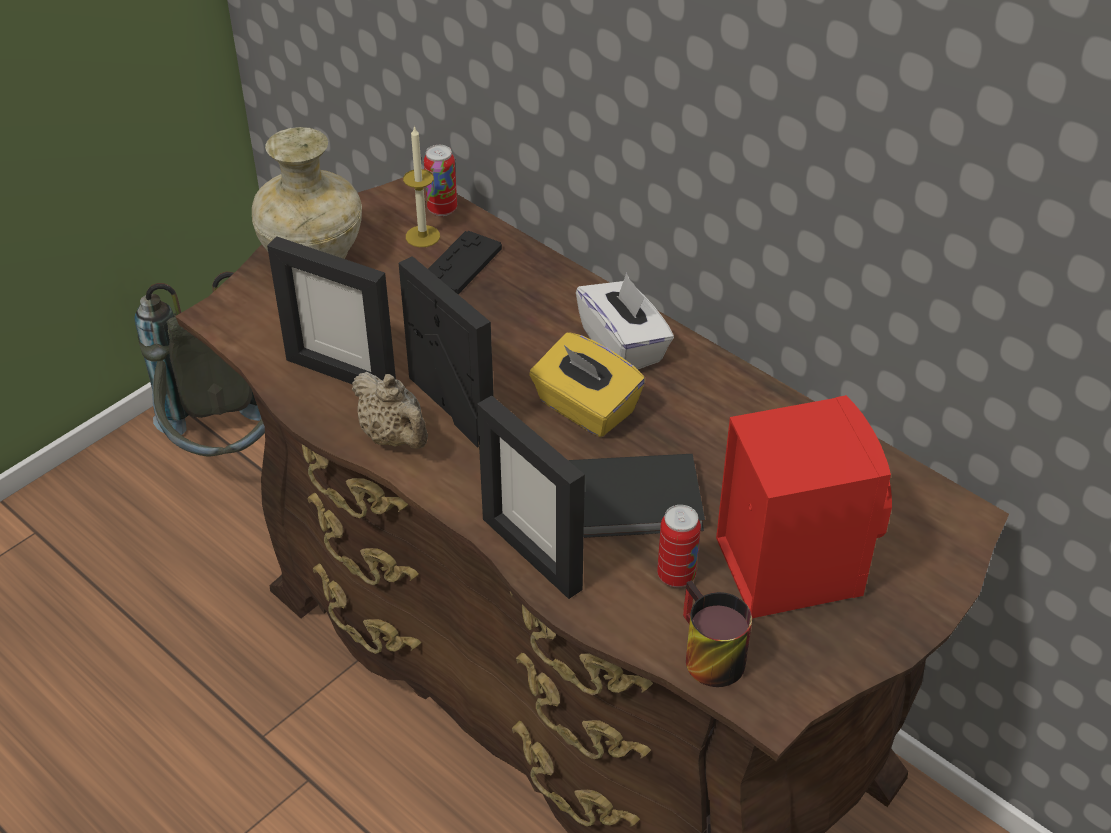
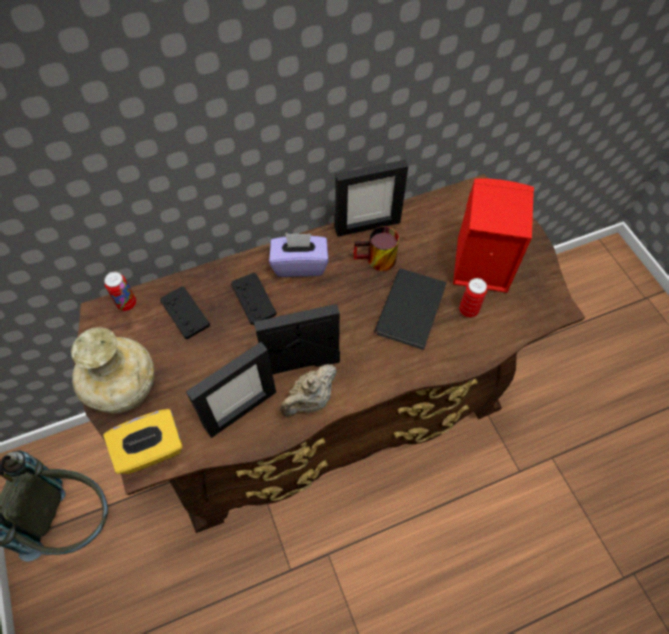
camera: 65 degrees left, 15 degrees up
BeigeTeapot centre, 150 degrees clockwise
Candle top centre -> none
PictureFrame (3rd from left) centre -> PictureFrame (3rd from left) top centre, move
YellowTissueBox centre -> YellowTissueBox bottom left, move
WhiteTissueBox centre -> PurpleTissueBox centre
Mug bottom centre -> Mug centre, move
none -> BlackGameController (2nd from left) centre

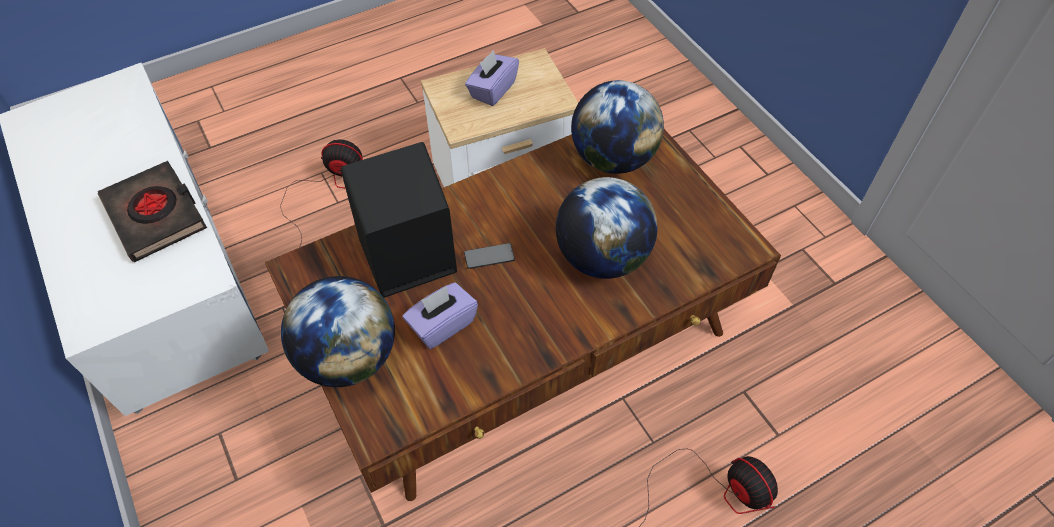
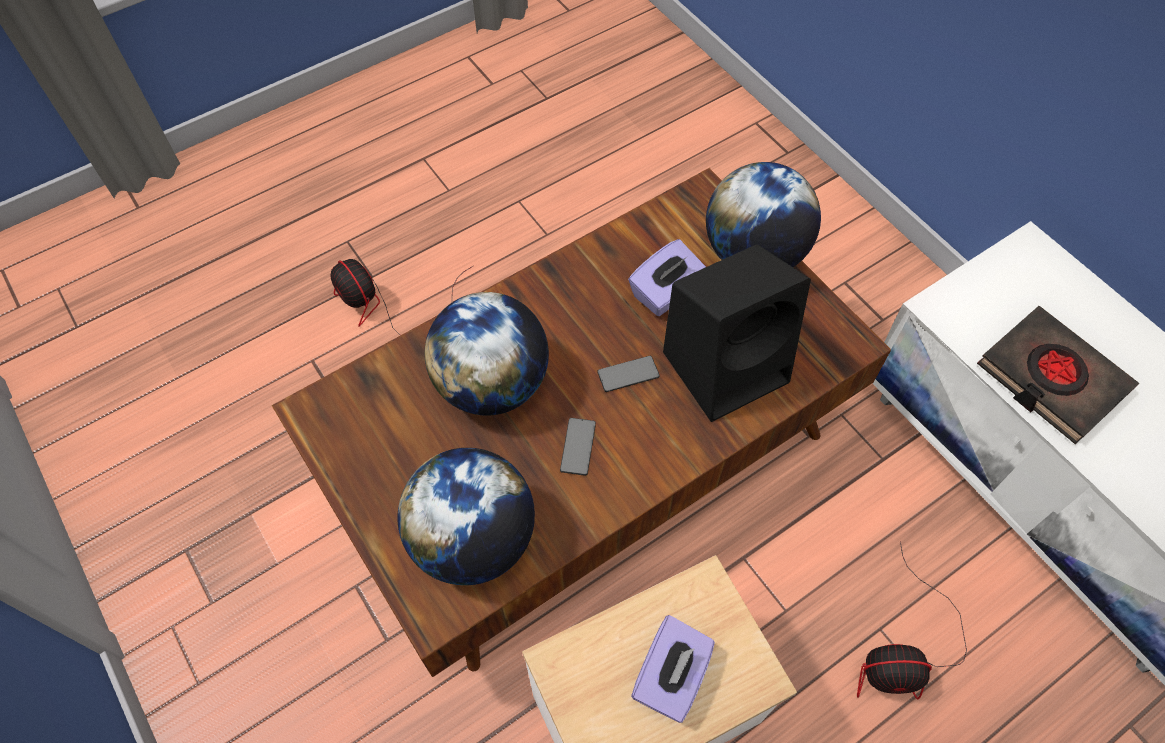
camera: 175 degrees right, 5 degrees up
none -> Phone (1st from left) centre

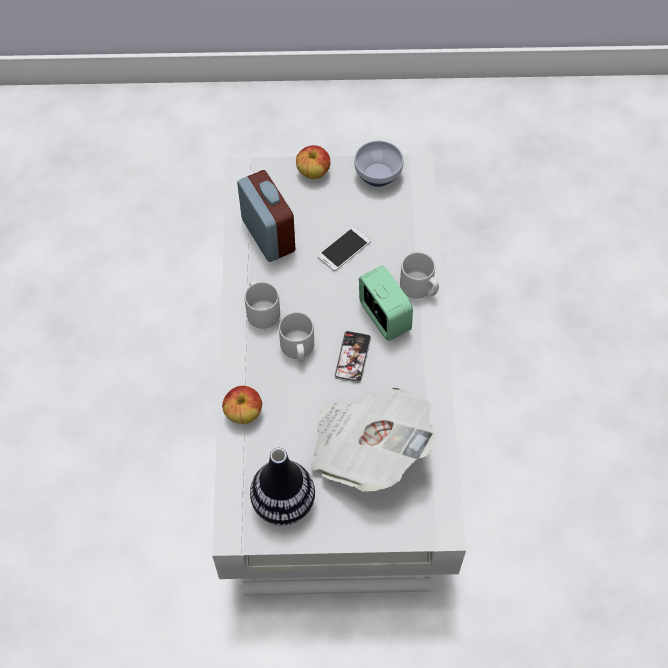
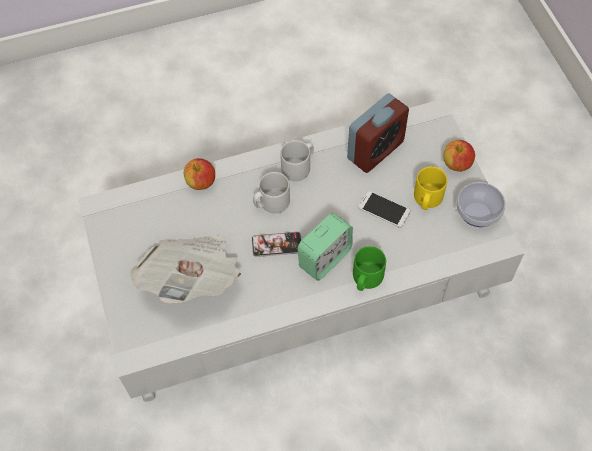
camera: 75 degrees right, 0 degrees up
Vase bottom centre -> none
GreyMug (3rd from left) centre -> GreenMug centre
none -> YellowMug middle right

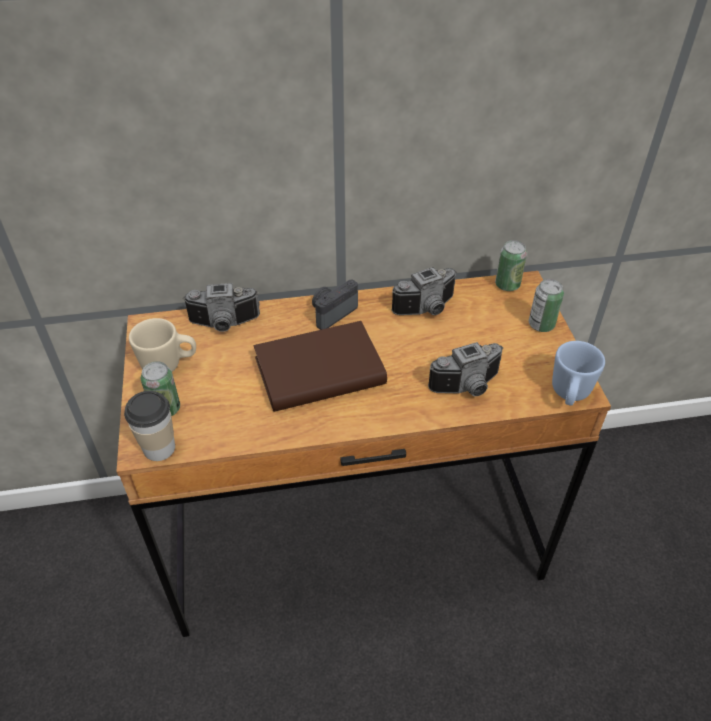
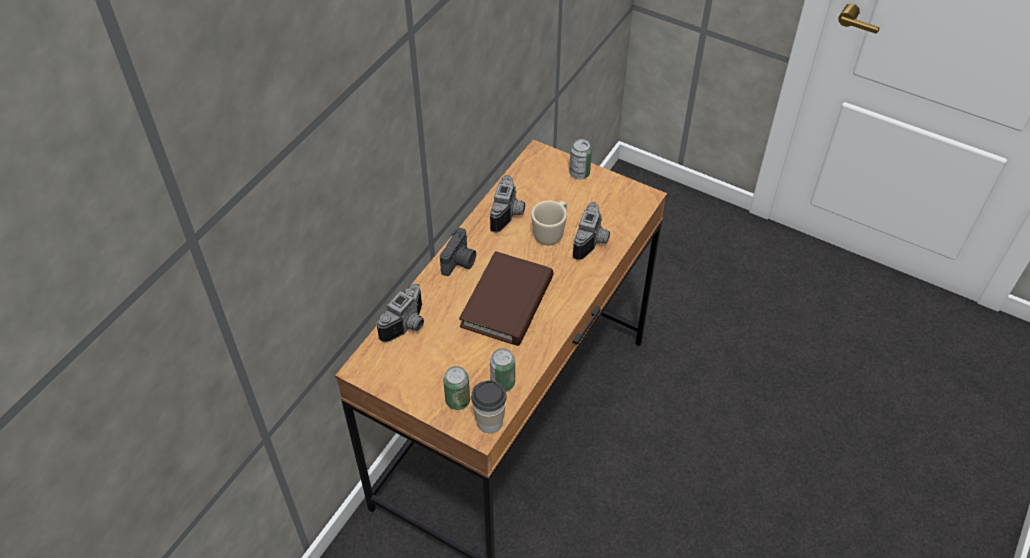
camera: 50 degrees left, 5 degrees up
BeigeMug middle left -> BeigeMug centre, move
PhotoCamera (2nd from left) centre, 150 degrees counterclockwise
Can (2nd from left) middle right -> Can (2nd from left) centre, move
BlueMug middle right -> none

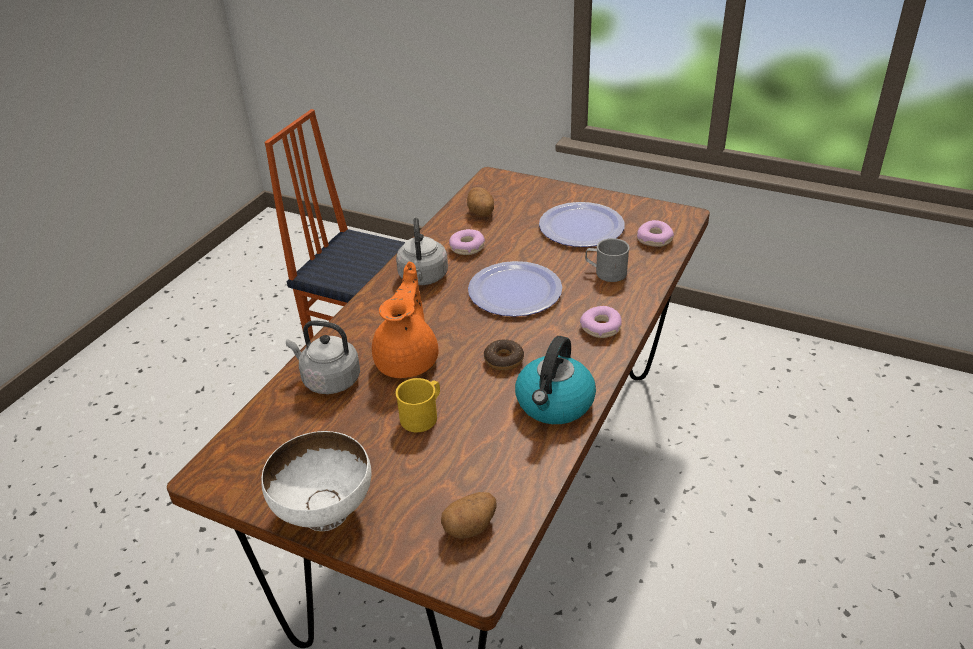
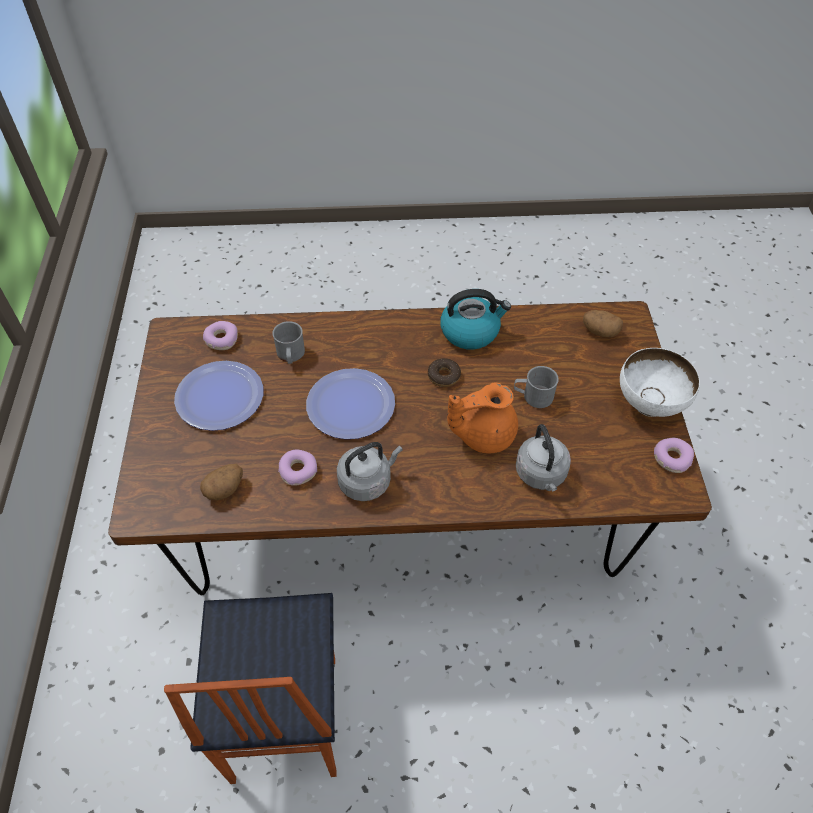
camera: 120 degrees left, 15 degrees up
YellowMug centre -> GreyMug (2nd from left) centre
Donut (3rd from left in the first image) centre -> Donut (4th from left) middle right, move

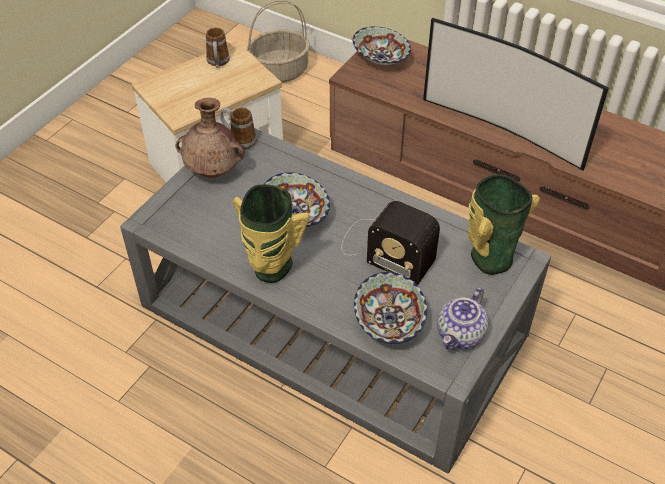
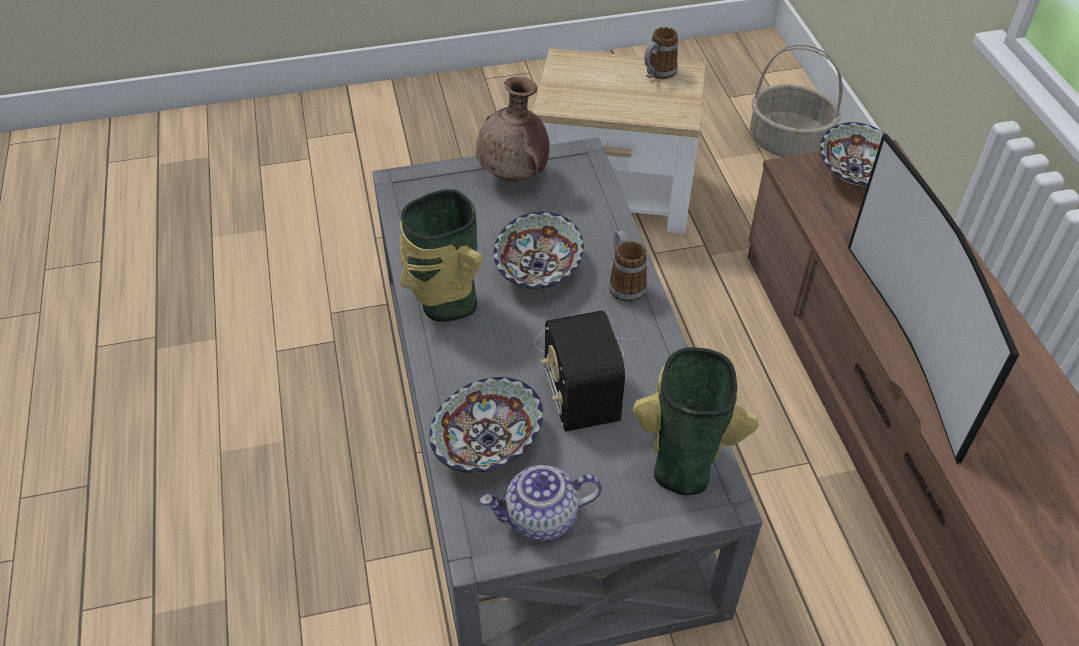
camera: 45 degrees right, 0 degrees up
Mug (2nd from left in the first image) top centre -> Mug (1st from left) centre, move

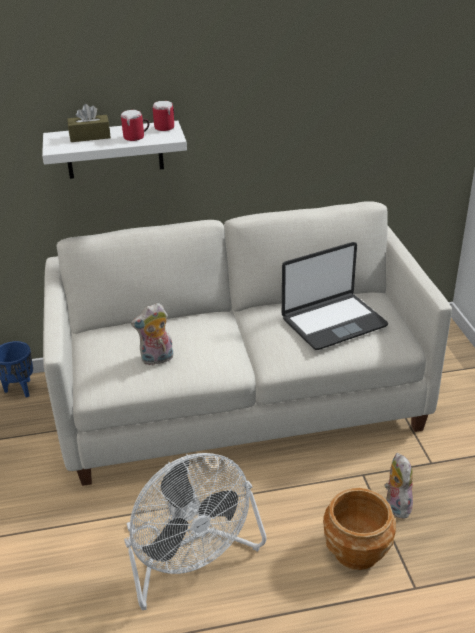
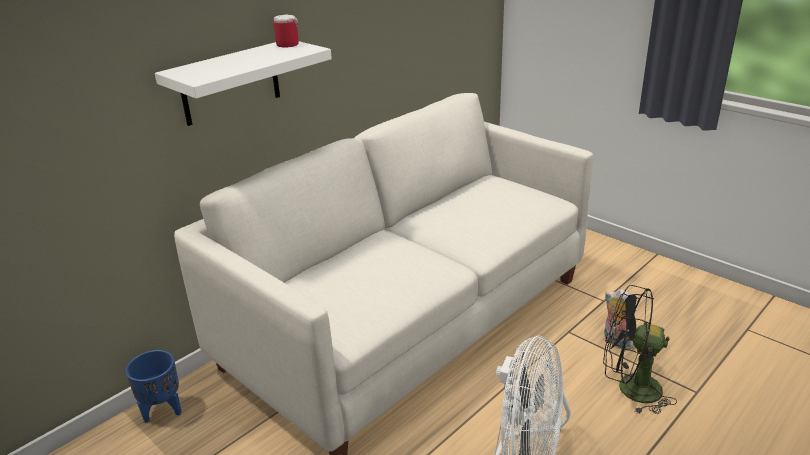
camera: 35 degrees left, 5 degrees down
BrownTissueBox top left -> none
Mug (1st from left) top left -> none
PlushToy (1st from left) middle left -> none
Laptop middle right -> none
BrownPlanter bottom right -> BlackFan bottom right

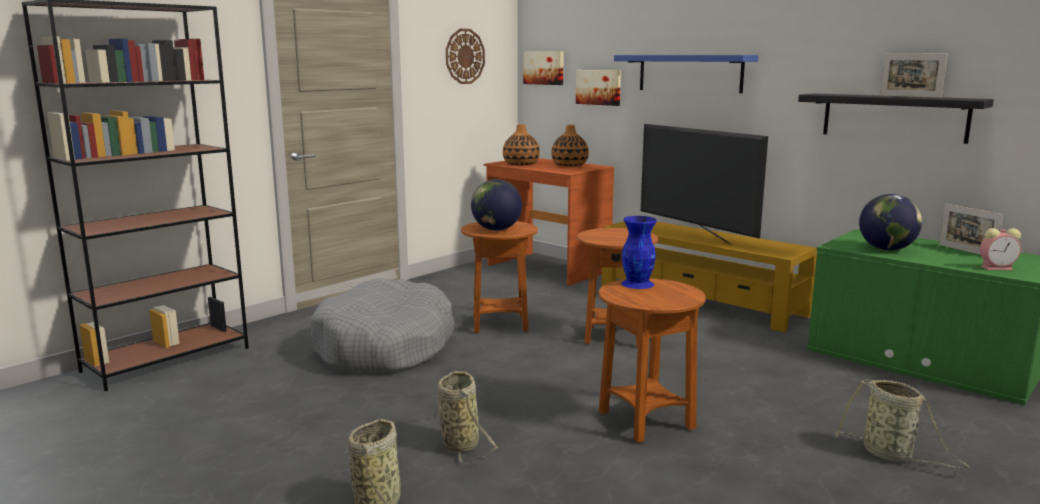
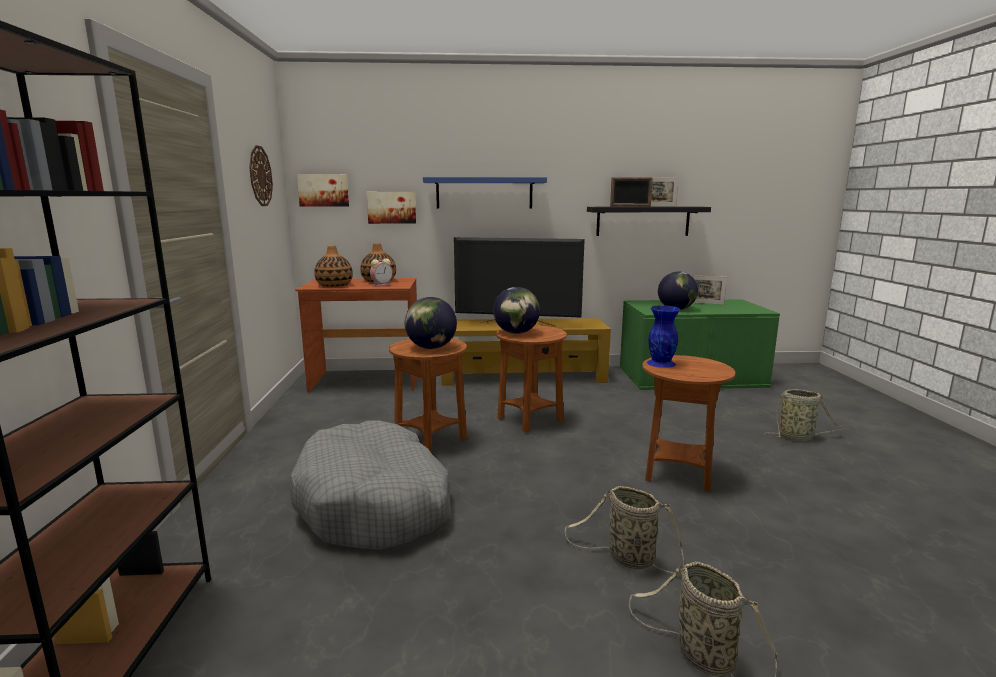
camera: 45 degrees left, 0 degrees up
AlarmClock middle right -> AlarmClock centre, move
none -> Globe (2nd from left) centre
none -> PictureFrame (1st from left) top centre

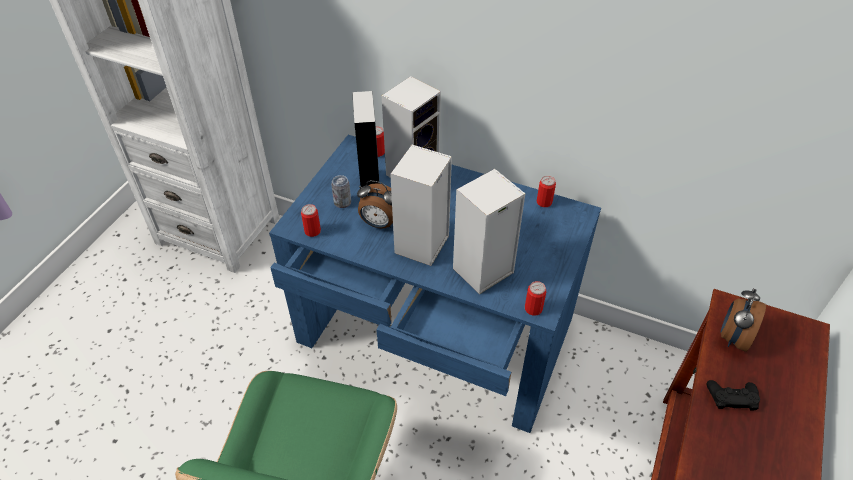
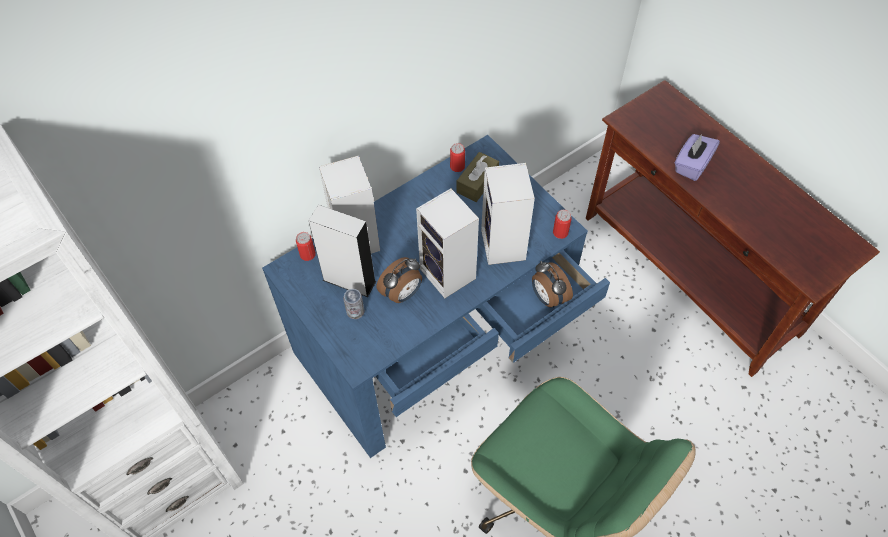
camera: 60 degrees left, 10 degrees up
Can (1st from left) centre -> none
BlackGameController bottom right -> PurpleTissueBox top right
AlarmClock (2nd from left) bottom right -> AlarmClock (2nd from left) centre, move
none -> BrownTissueBox top centre

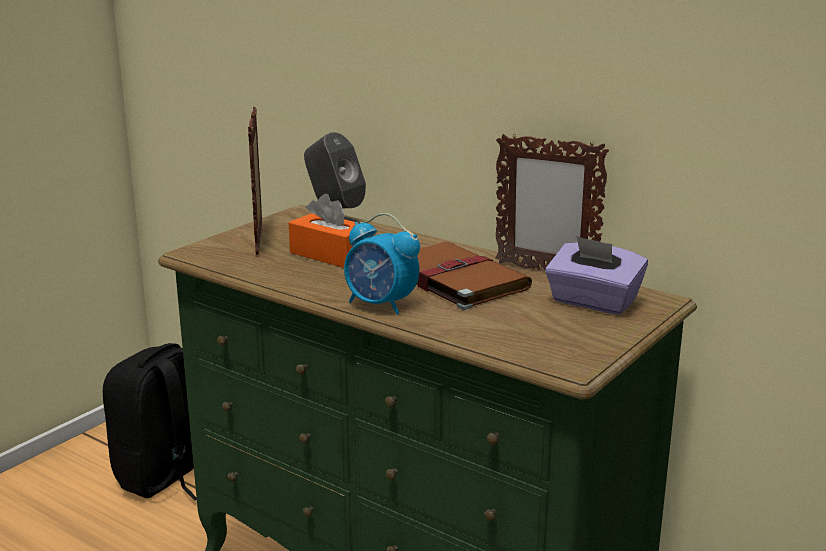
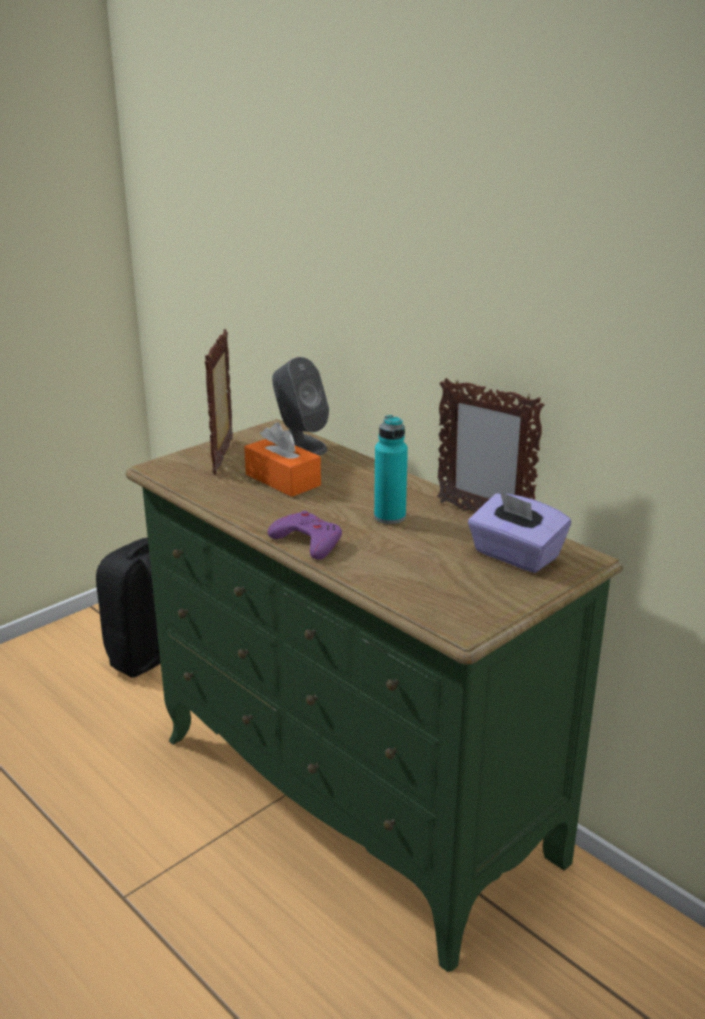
camera: 10 degrees right, 5 degrees up
AlarmClock centre -> PurpleGameController centre
BrownBook centre -> TurquoiseBottle centre

